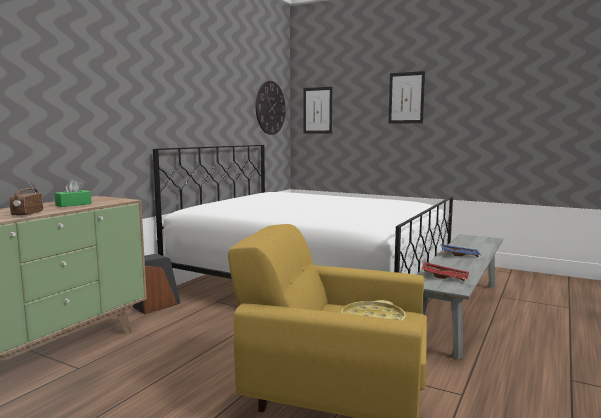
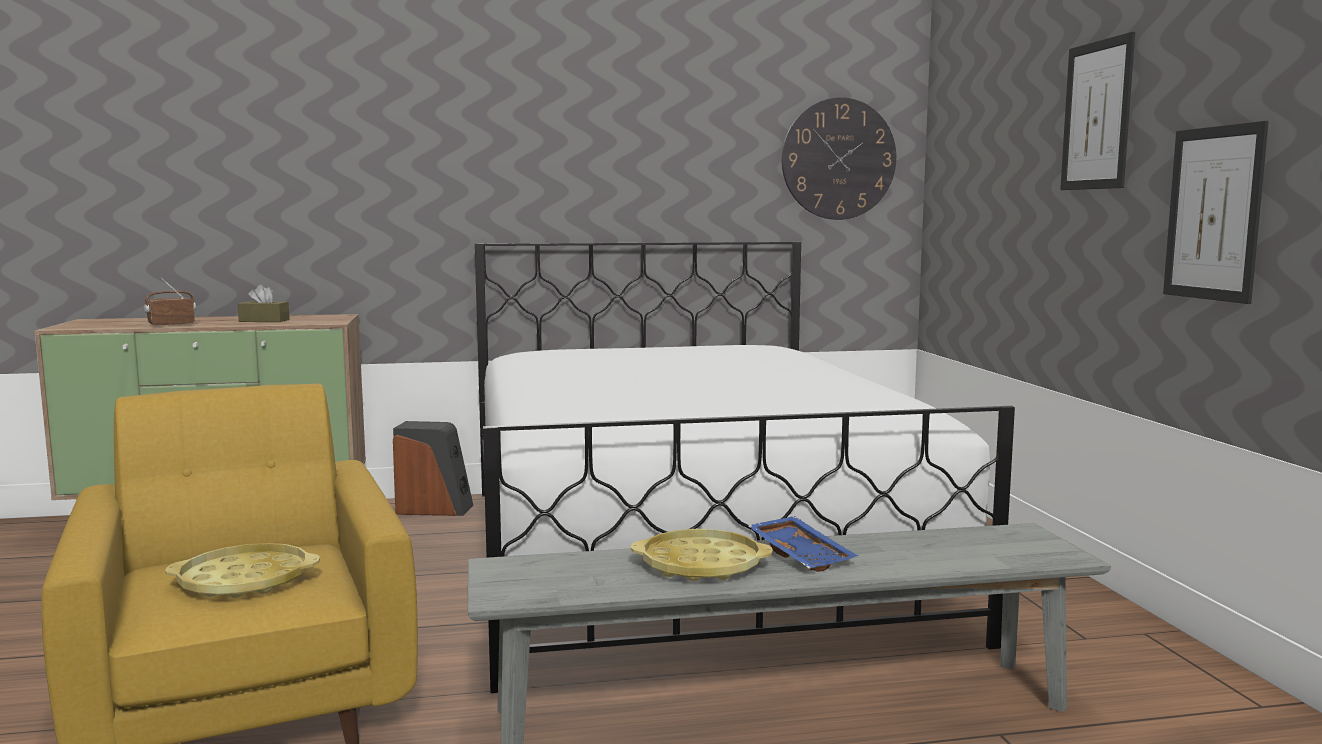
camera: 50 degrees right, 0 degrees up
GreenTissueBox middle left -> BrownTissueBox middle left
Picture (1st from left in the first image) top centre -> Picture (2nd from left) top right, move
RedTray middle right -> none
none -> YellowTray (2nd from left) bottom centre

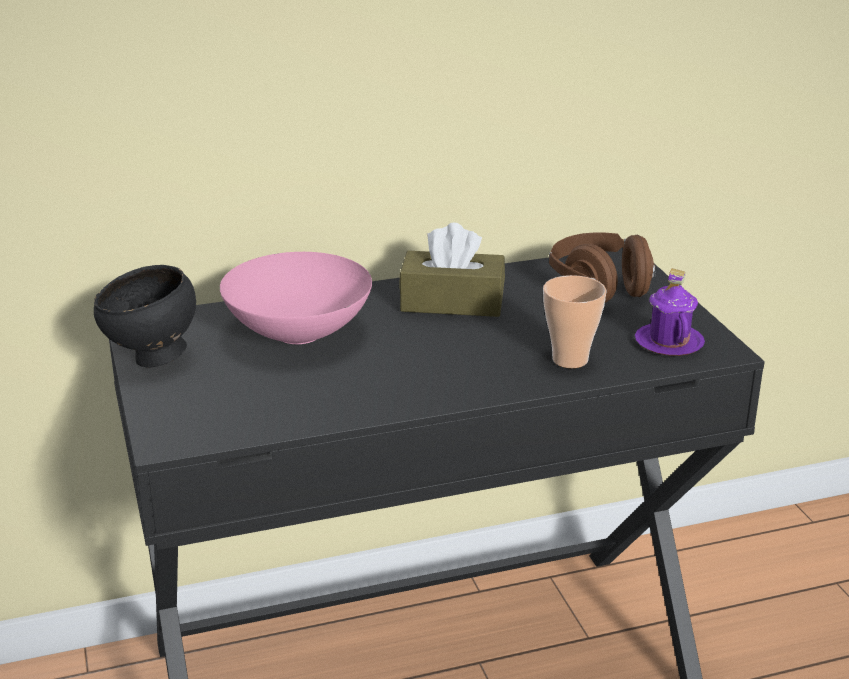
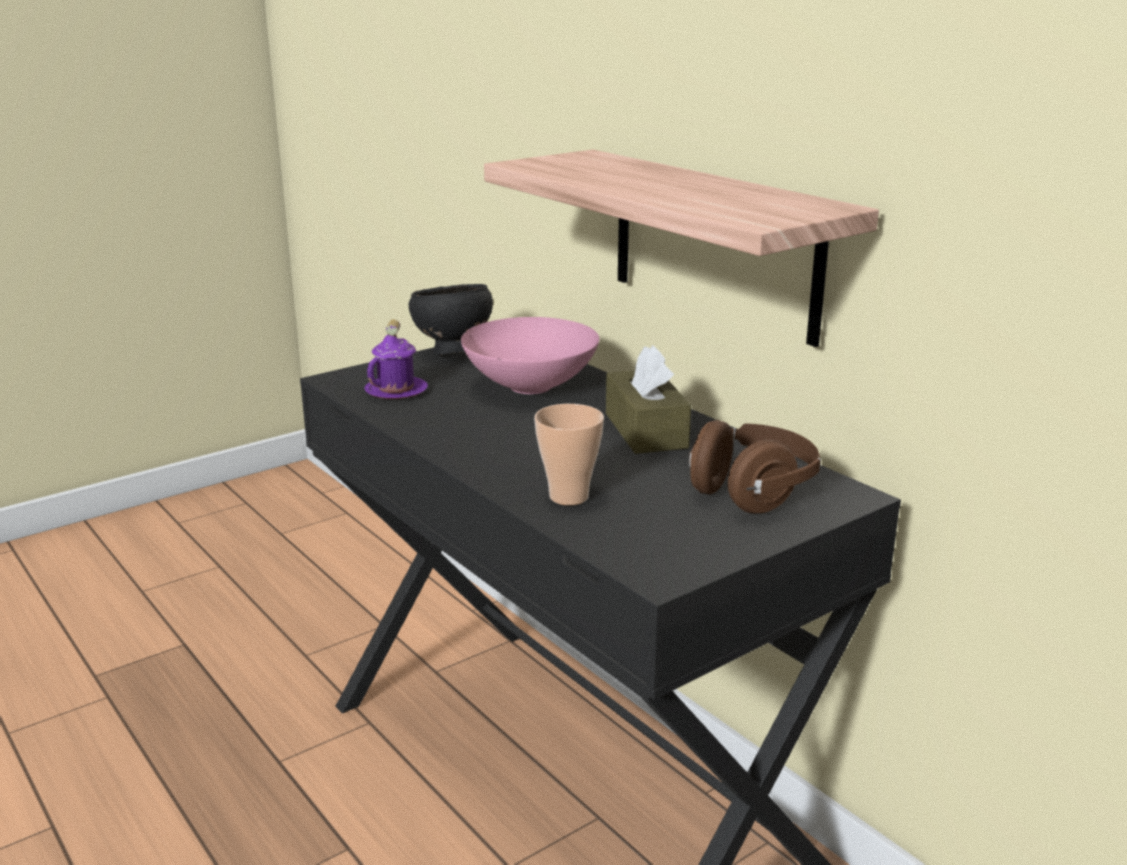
camera: 70 degrees right, 5 degrees down
PurpleMug middle right -> PurpleMug centre, move
none -> Shelf top centre

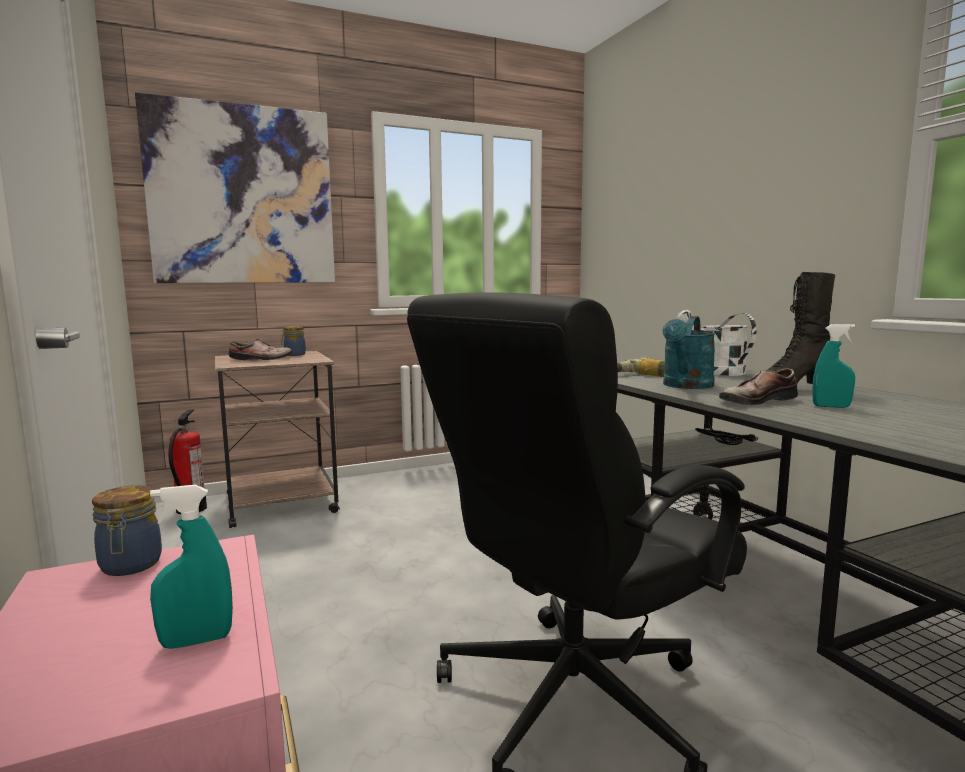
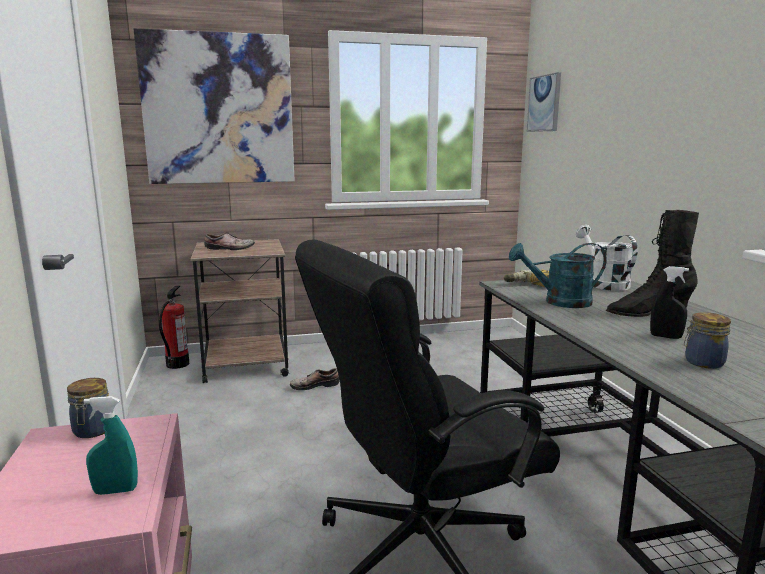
camera: 10 degrees right, 5 degrees up
Jar (2nd from left) middle left -> Jar (2nd from left) middle right, move
TurquoiseWateringCan middle right, 45 degrees clockwise
Shoe (2nd from left) middle right -> Shoe (2nd from left) centre, move
TurquoiseSprayBottle (2nd from left) middle right -> BlackSprayBottle middle right
none -> Picture (2nd from left) top right

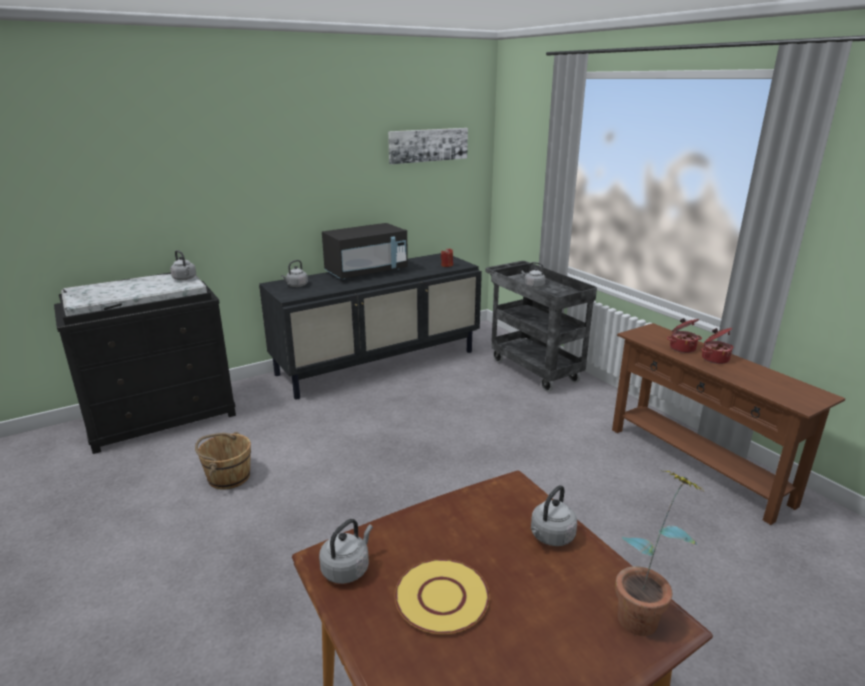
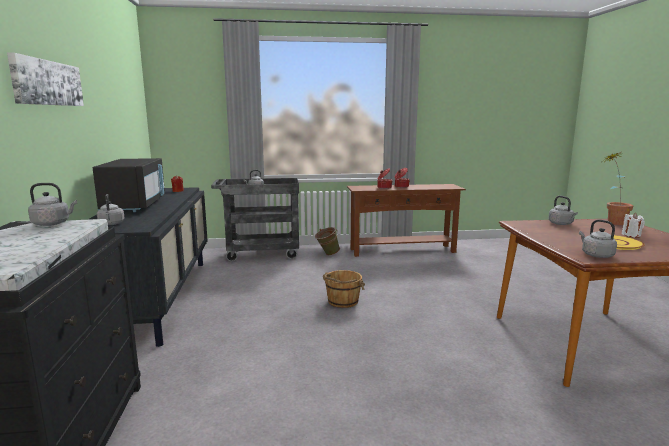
camera: 65 degrees left, 10 degrees down
BrownBucket bottom left -> BrownBucket centre, move
Picture top centre -> Picture top left, move
none -> GreenBucket centre
none -> WhiteCandle middle right

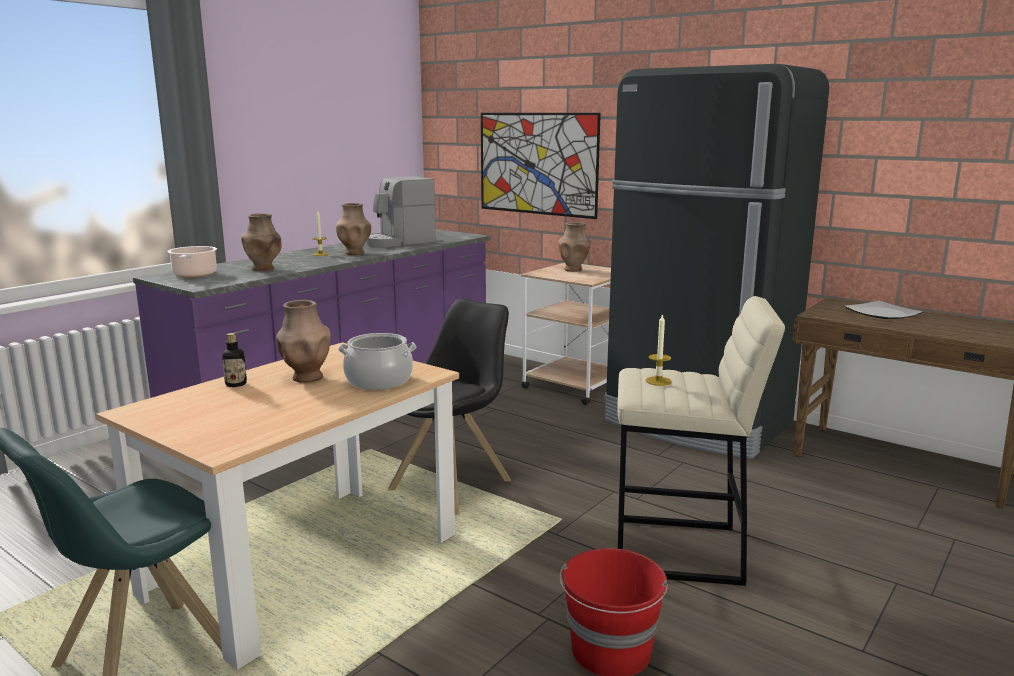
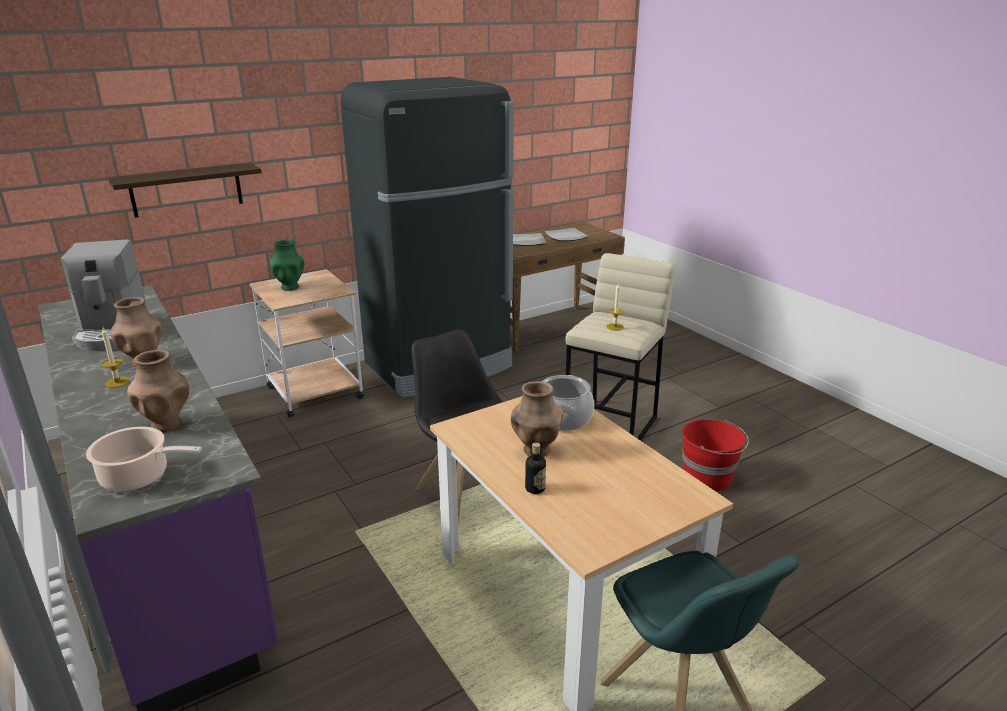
camera: 70 degrees left, 10 degrees up
Picture top centre -> Shelf top left
BrownVase (4th from left) centre -> GreenVase middle left
none -> Plate (2nd from left) top centre

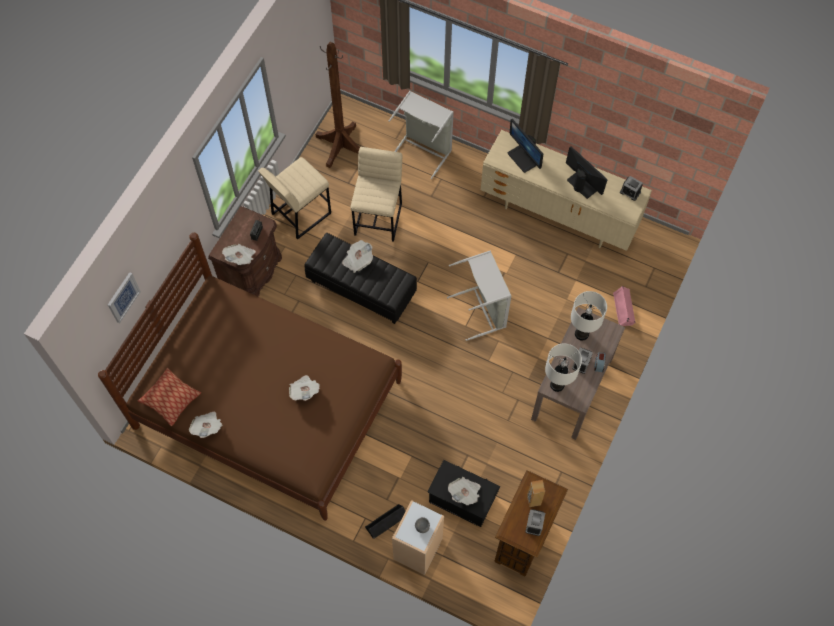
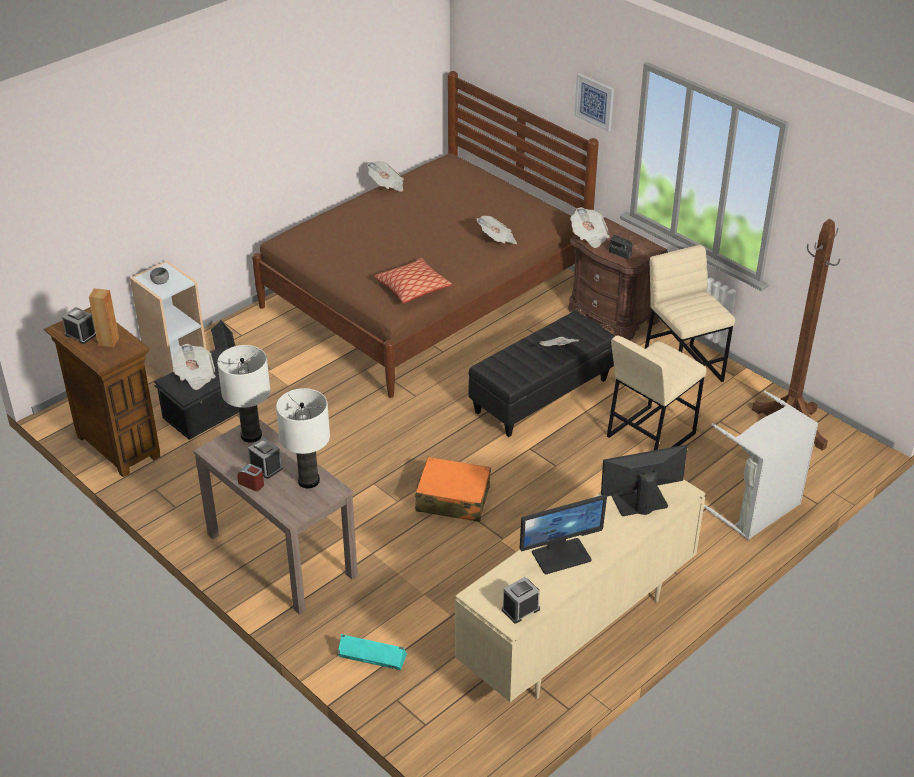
camera: 110 degrees right, 25 degrees down
Picture middle left -> Picture top centre, move
Pillow middle left -> Pillow centre, move
Newspaper (3rd from left) centre -> Newspaper (3rd from left) top centre, move
BeigeChair (2nd from left in the first image) top centre -> BeigeChair (1st from left) middle right, 105 degrees clockwise
GreyLaundryBasket (2nd from left) centre -> OrangeSuitcase centre
PinkSpeaker middle right -> TurquoiseSpeaker bottom centre

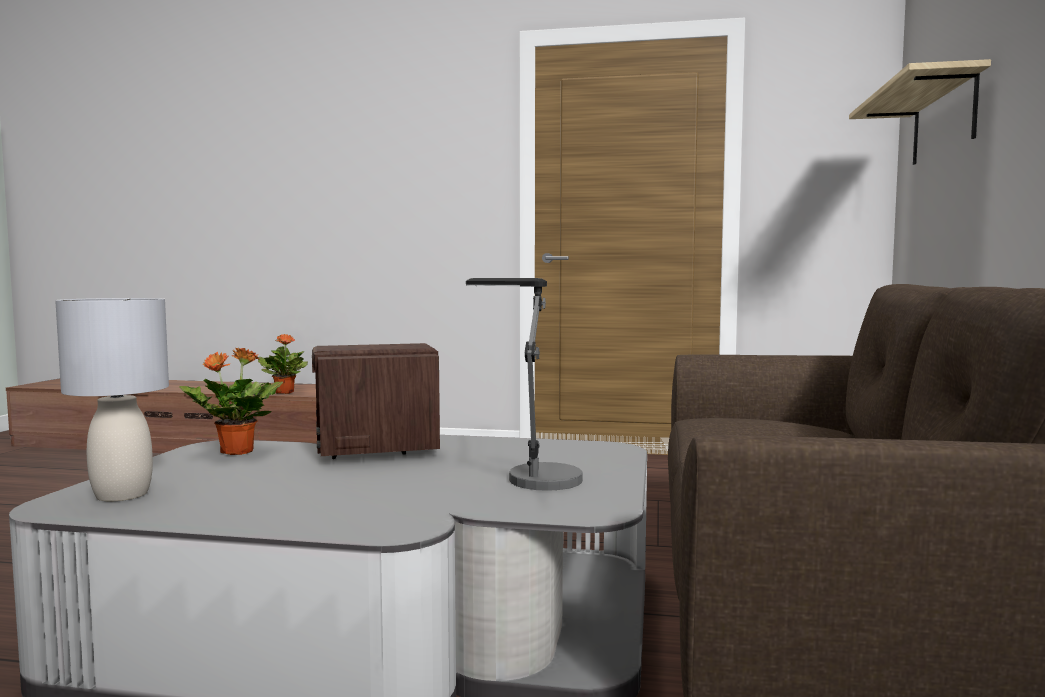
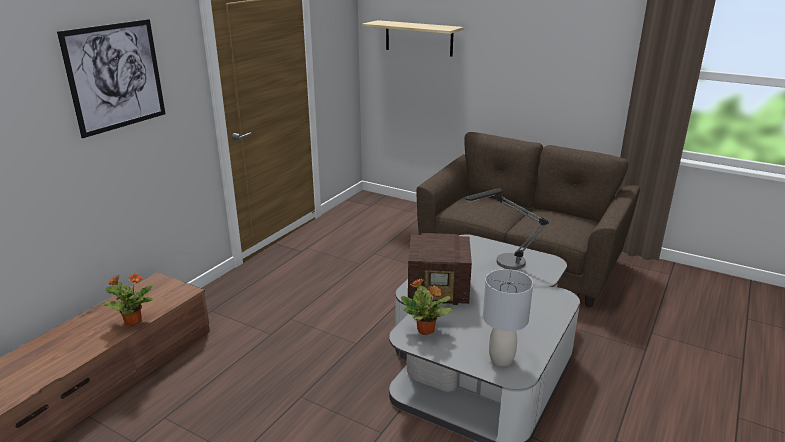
camera: 70 degrees left, 20 degrees up
none -> Picture top left

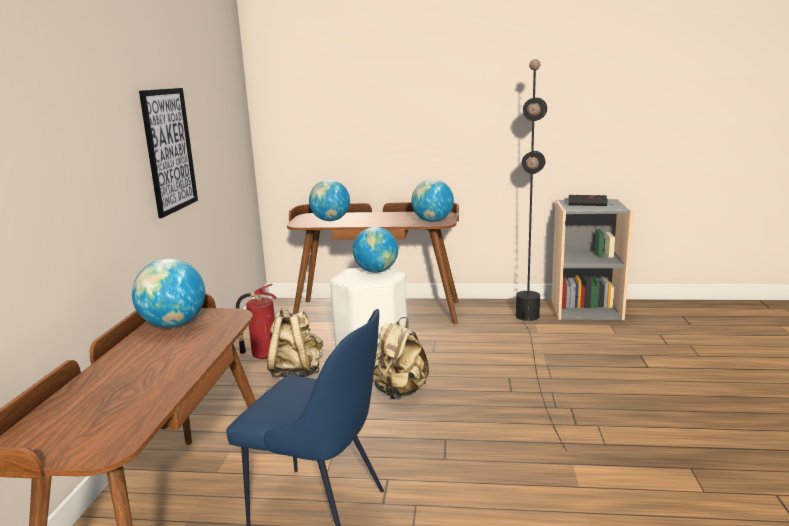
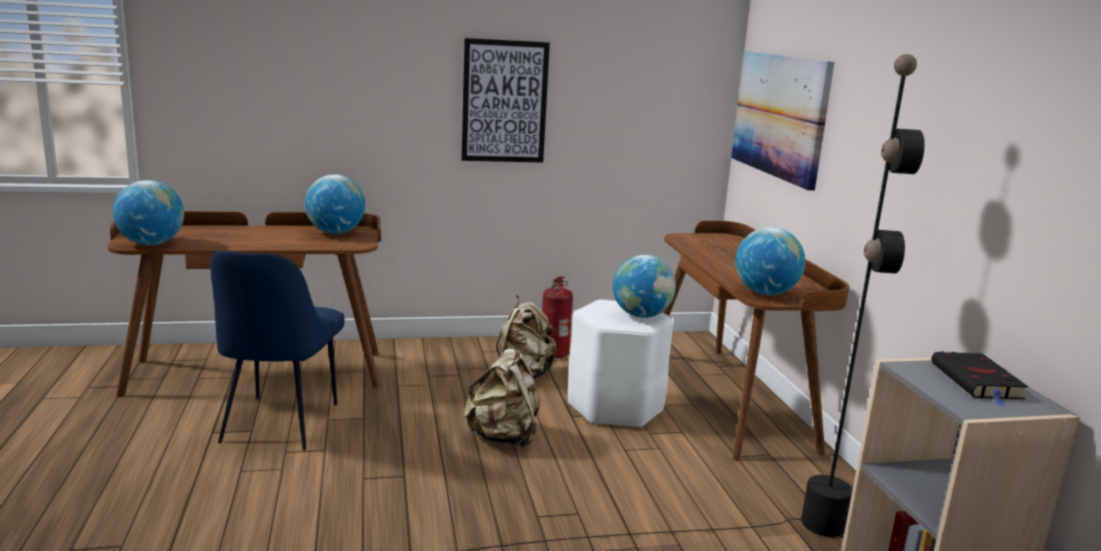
camera: 70 degrees right, 0 degrees up
Globe (2nd from left in the first image) centre -> Globe (1st from left) middle left, move
none -> Picture (2nd from left) top right

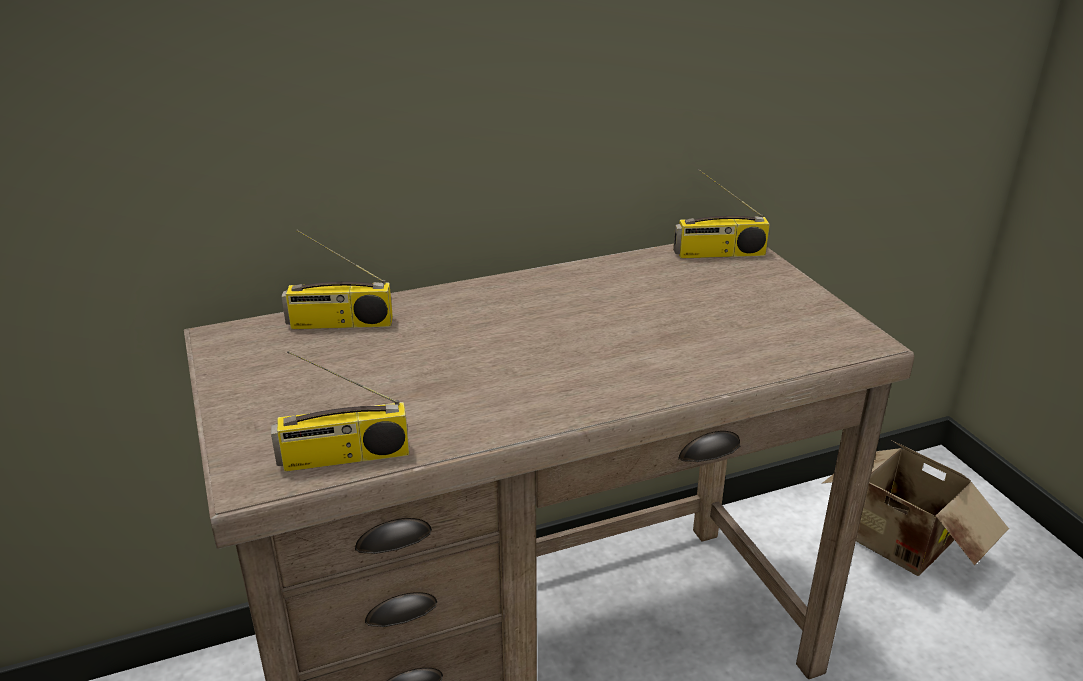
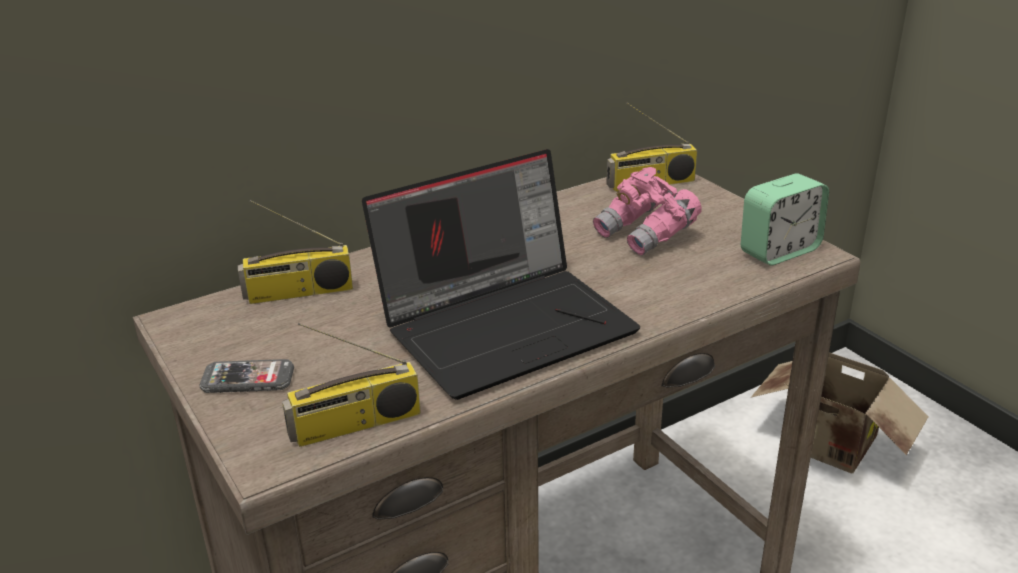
camera: 10 degrees left, 0 degrees up
none -> Phone middle left
none -> Laptop centre
none -> PinkBinoculars centre
none -> AlarmClock middle right

